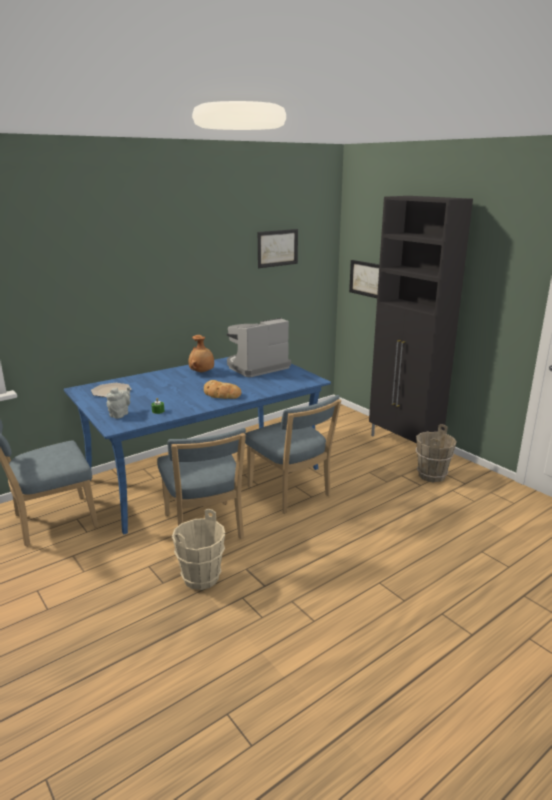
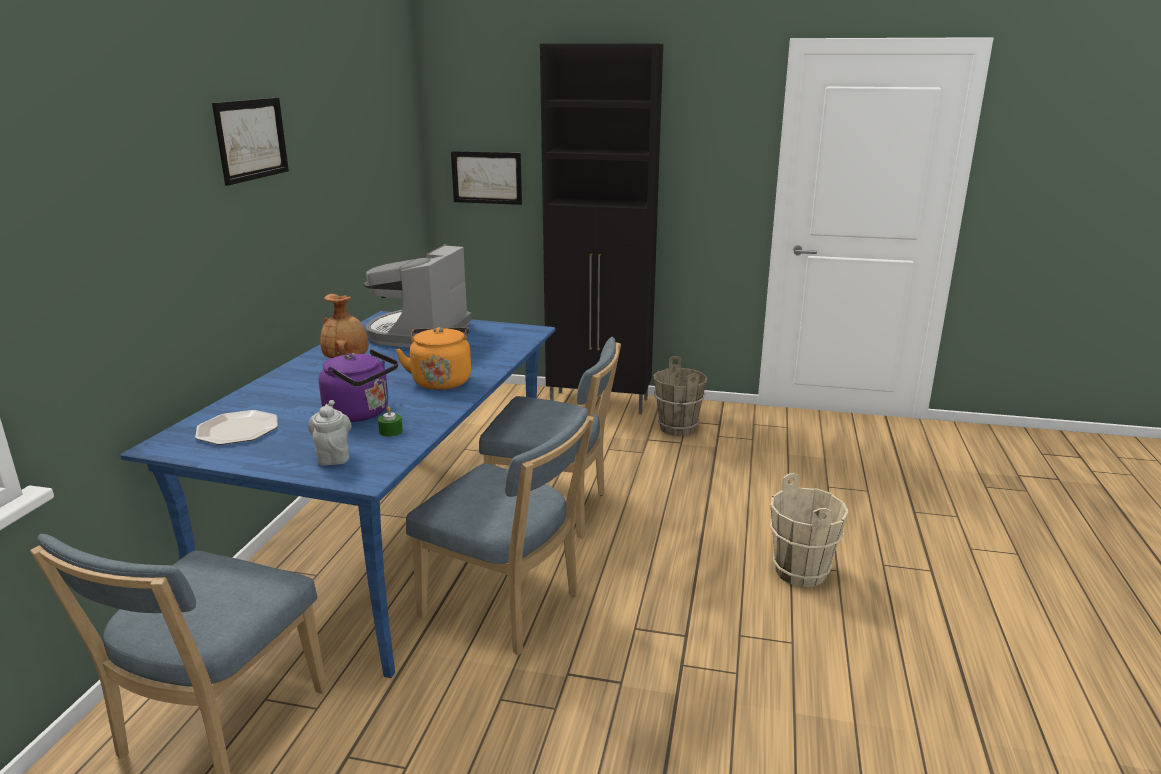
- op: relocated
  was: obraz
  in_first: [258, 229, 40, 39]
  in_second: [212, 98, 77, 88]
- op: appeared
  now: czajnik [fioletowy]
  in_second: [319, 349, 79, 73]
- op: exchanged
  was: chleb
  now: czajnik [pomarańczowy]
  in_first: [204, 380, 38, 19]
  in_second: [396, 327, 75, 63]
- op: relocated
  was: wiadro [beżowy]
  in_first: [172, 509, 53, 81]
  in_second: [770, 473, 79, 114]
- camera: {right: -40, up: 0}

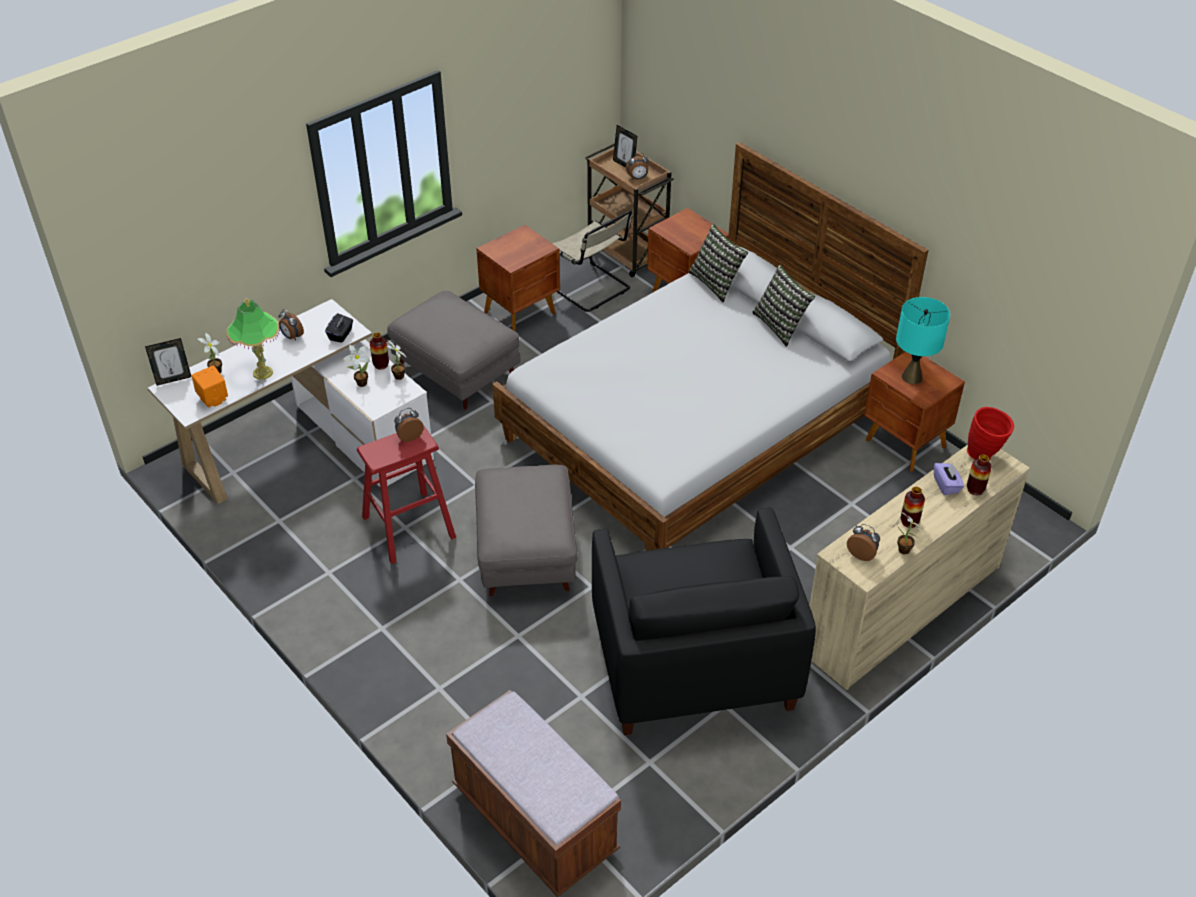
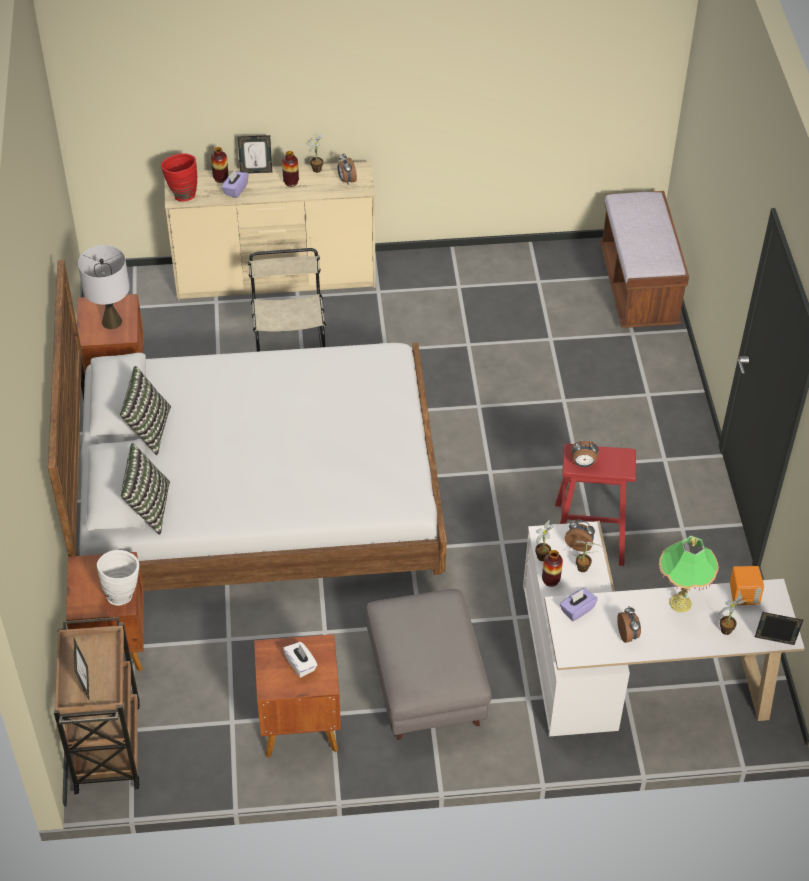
- op: colour
  was: lampa stołowa [turkusowy]
  now: lampa stołowa [szary]
  in_first: [896, 297, 54, 87]
  in_second: [78, 245, 52, 84]
- op: appeared
  now: wazon [biały]
  in_second: [97, 550, 42, 56]
- op: appeared
  now: ramka na zdjęcie
  in_second: [238, 135, 34, 38]
- op: relocated
  was: krzesło [beżowy]
  in_first: [552, 210, 81, 102]
  in_second: [248, 248, 78, 104]
- op: appeared
  now: pudełko chusteczek [biały]
  in_second: [283, 642, 34, 36]
- op: colour
  was: pudełko chusteczek [czarny]
  now: pudełko chusteczek [fioletowy]
  in_first: [325, 313, 28, 30]
  in_second: [560, 588, 38, 33]
- op: relocated
  was: budzik
  in_first: [626, 153, 23, 27]
  in_second: [565, 520, 30, 32]
- op: missing
  was: pufa [szary]
  in_first: [475, 465, 103, 131]
- op: missing
  was: fotel [czarny]
  in_first: [592, 508, 224, 227]
- camera: {right: -145, up: 5}

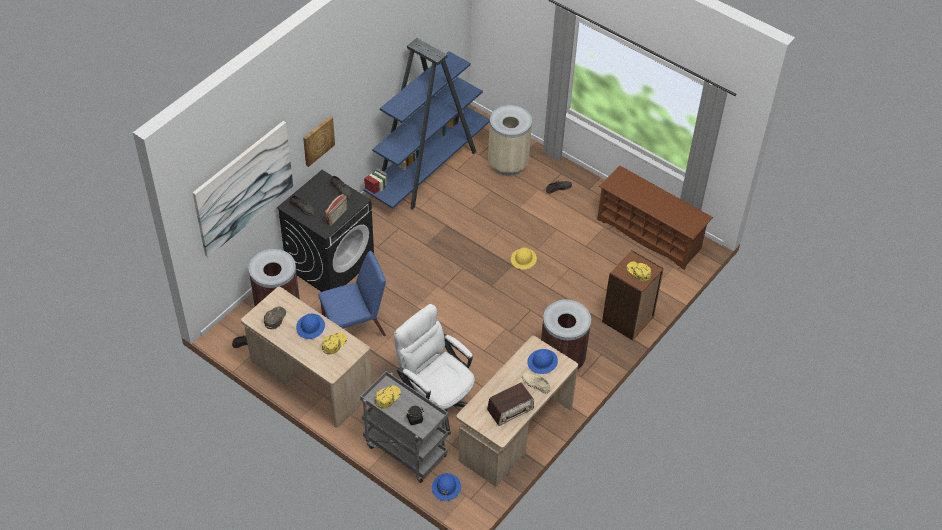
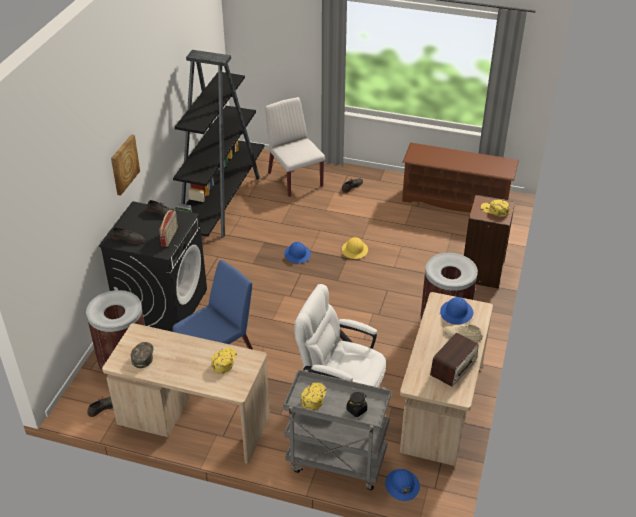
- op: colour
  was: regał [niebieski]
  now: regał [czarny]
  in_first: [363, 38, 127, 171]
  in_second: [173, 50, 91, 188]
- op: exchanged
  was: kosz na śmieci [beżowy]
  now: krzesło [biały]
  in_first: [488, 105, 44, 70]
  in_second: [265, 97, 60, 100]
- op: relocated
  was: kask [niebieski]
  in_first: [296, 314, 29, 25]
  in_second: [284, 242, 27, 22]
- op: missing
  was: obraz
  in_first: [193, 121, 100, 136]
- camera: {right: -20, up: -10}

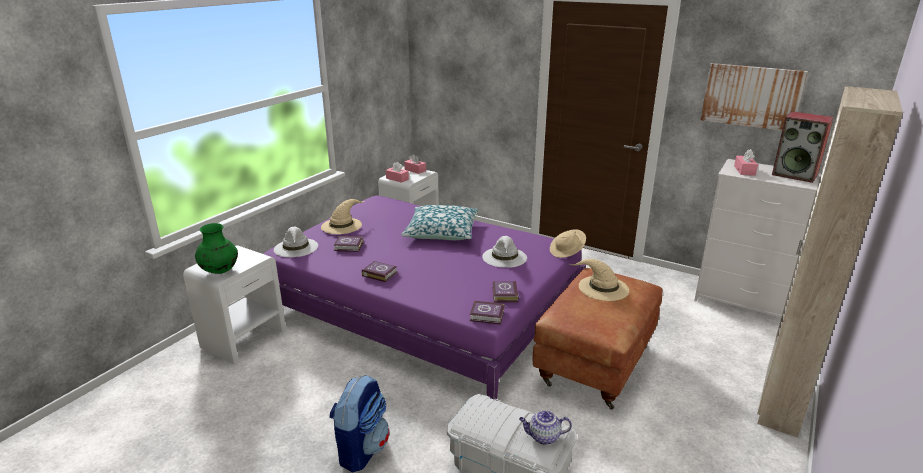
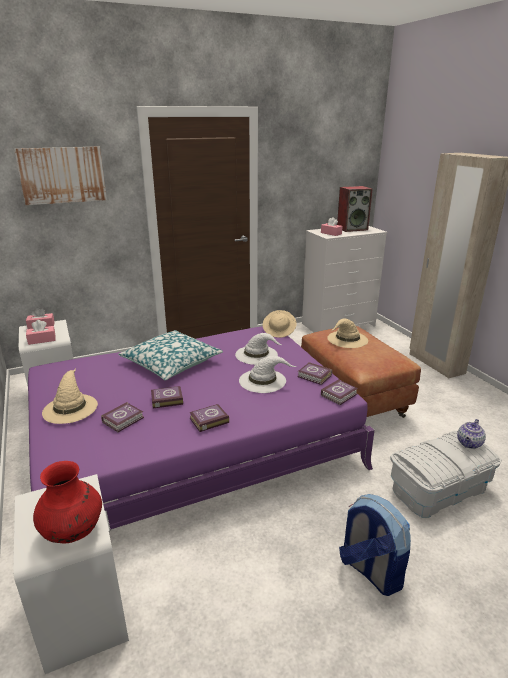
- op: relocated
  was: obraz
  in_first: [701, 63, 107, 68]
  in_second: [14, 146, 93, 59]
- op: colour
  was: wazon [zielony]
  now: wazon [czerwony]
  in_first: [195, 223, 43, 51]
  in_second: [33, 461, 69, 82]
- op: appeared
  now: książka
  in_second: [151, 386, 32, 22]
- op: relocated
  was: kapelusz [biały]
  in_first: [274, 227, 44, 30]
  in_second: [239, 356, 58, 37]
- camera: {right: -55, up: 0}

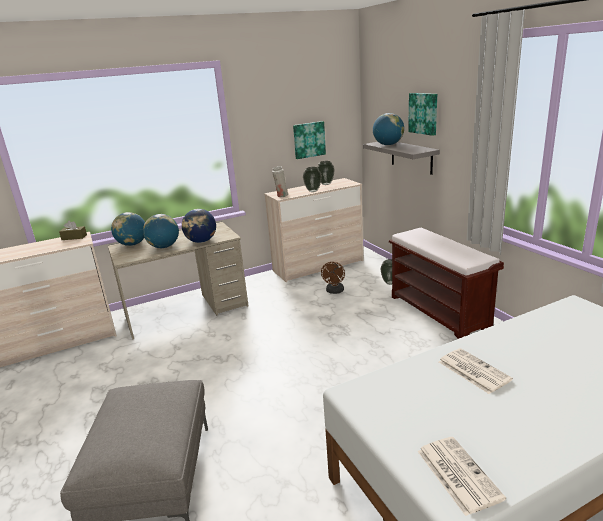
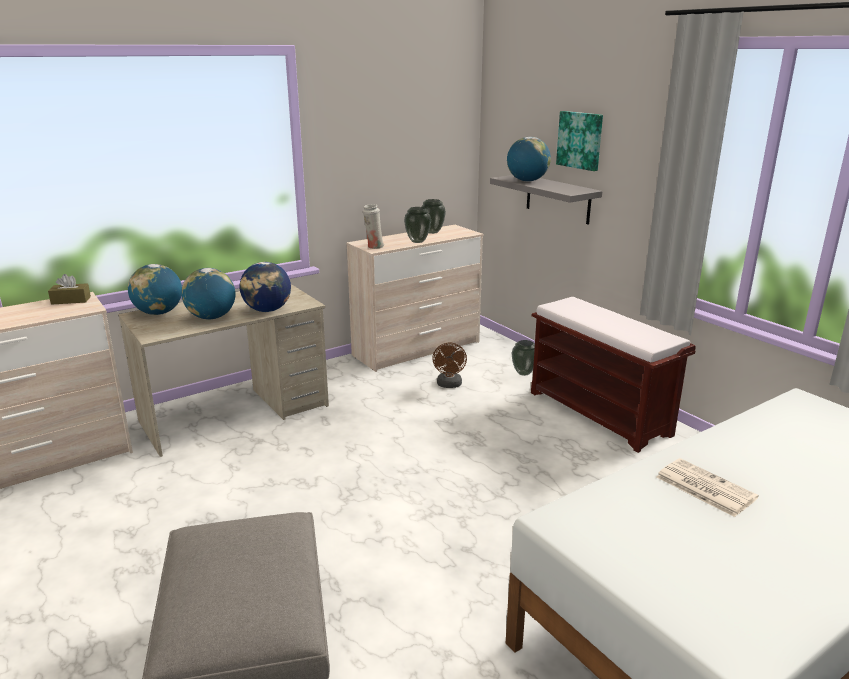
- op: missing
  was: obraz
  in_first: [293, 121, 33, 38]
- op: missing
  was: gazeta
  in_first: [417, 437, 89, 79]
- camera: {right: -10, up: 0}

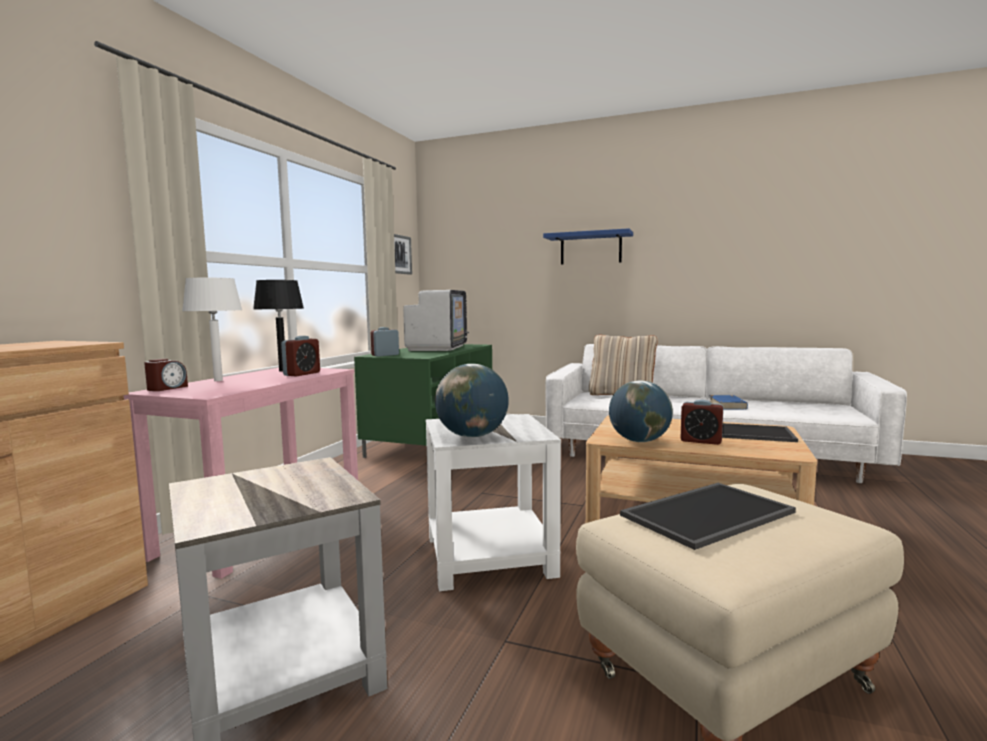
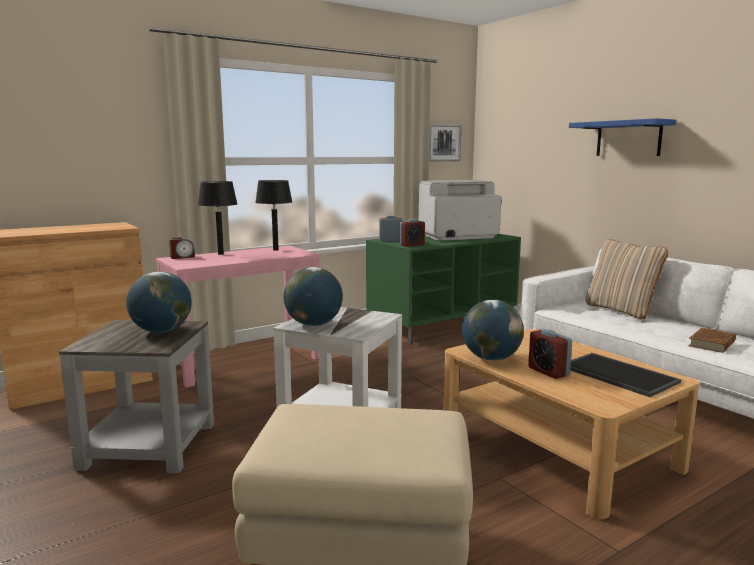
- op: appeared
  now: globus
  in_second: [126, 271, 66, 62]
- op: colour
  was: lampa stołowa [biały]
  now: lampa stołowa [czarny]
  in_first: [182, 278, 60, 103]
  in_second: [198, 181, 39, 74]
- op: relocated
  was: budzik
  in_first: [281, 336, 39, 40]
  in_second: [399, 219, 26, 28]
- op: spun
  was: telewizor
  in_first: [403, 290, 66, 61]
  in_second: [419, 180, 82, 61]
  clockwise: -150
- op: colour
  was: książka [niebieski]
  now: książka [brązowy]
  in_first: [709, 395, 39, 15]
  in_second: [689, 328, 47, 25]
- op: missing
  was: taca
  in_first: [620, 483, 176, 67]
- camera: {right: 35, up: 5}

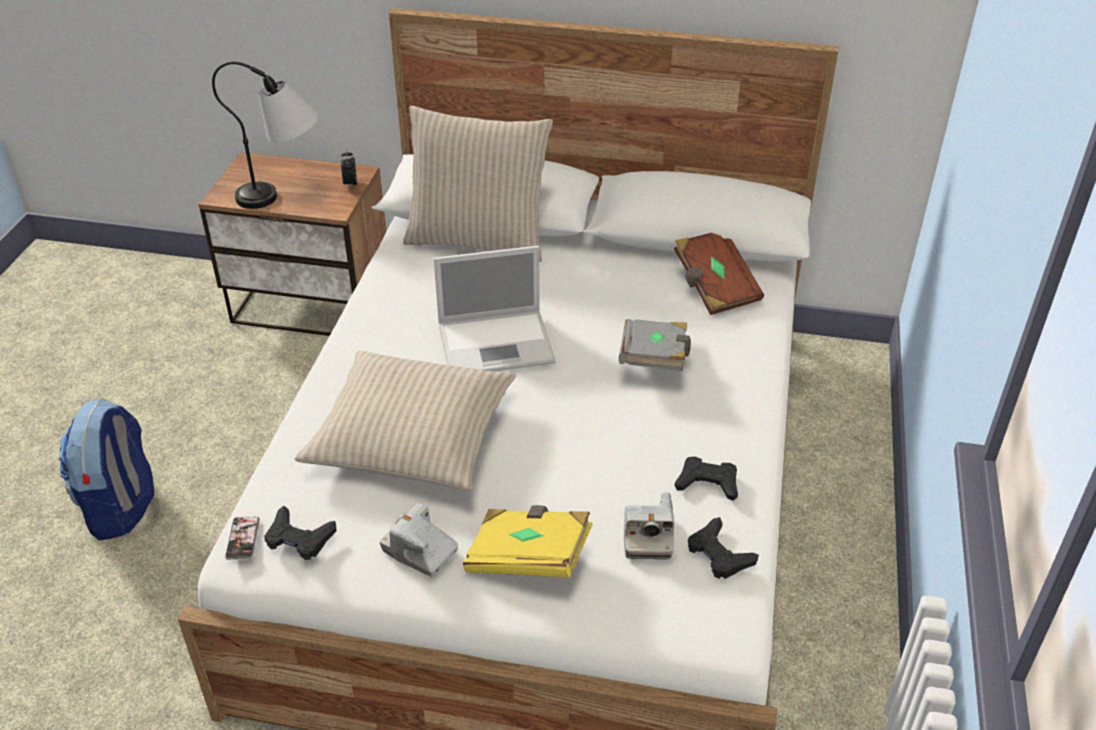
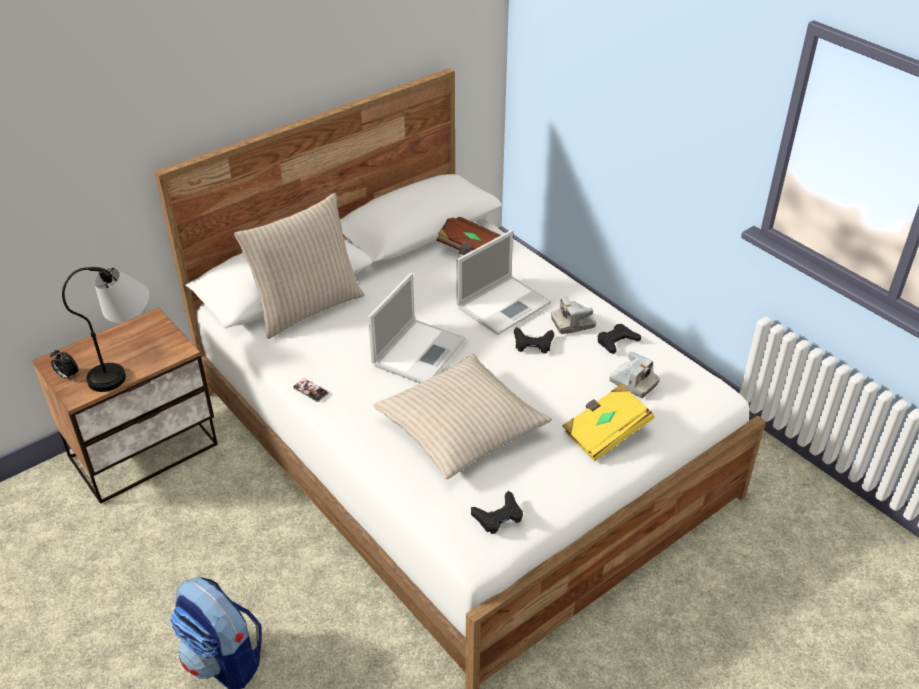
- op: relocated
  was: budzik
  in_first: [341, 149, 16, 41]
  in_second: [50, 349, 28, 30]
- op: relocated
  was: telefon
  in_first: [225, 516, 35, 44]
  in_second: [293, 378, 36, 24]
- op: exchanged
  was: książka [szary]
  now: laptop
  in_first: [619, 319, 72, 52]
  in_second: [457, 230, 94, 105]
- op: relocated
  was: pad do gier [czarny]
  in_first: [688, 517, 71, 62]
  in_second: [514, 327, 40, 27]
- op: relocated
  was: aparat fotograficzny
  in_first: [380, 503, 78, 73]
  in_second: [551, 297, 45, 37]
- camera: {right: -50, up: 0}

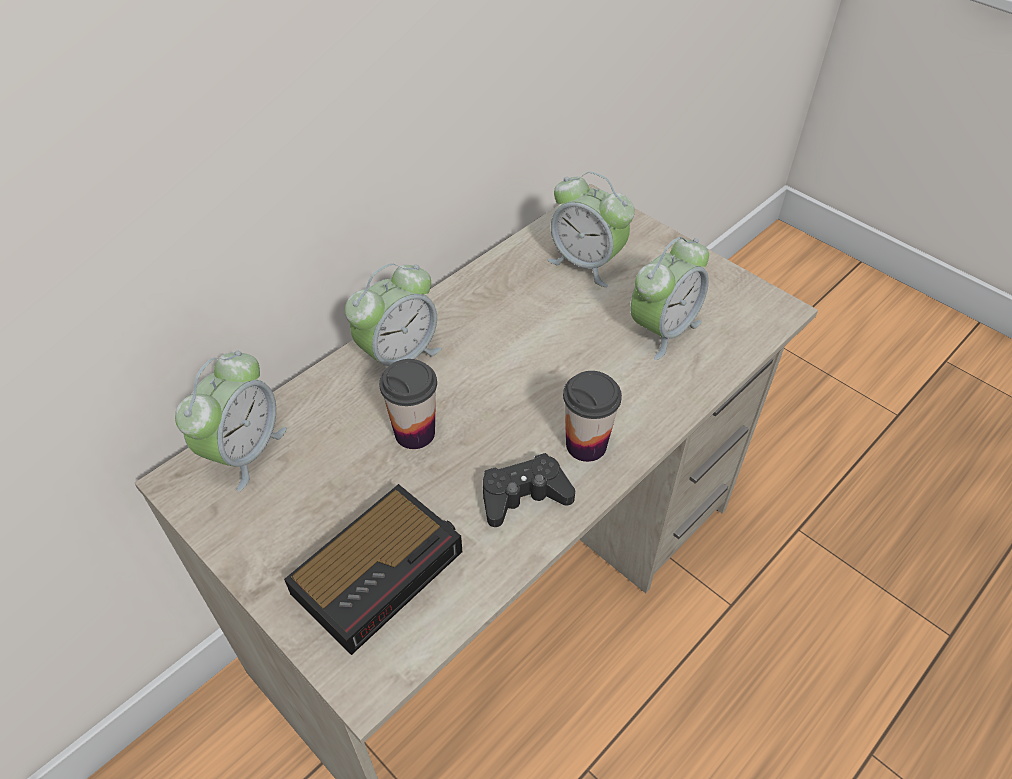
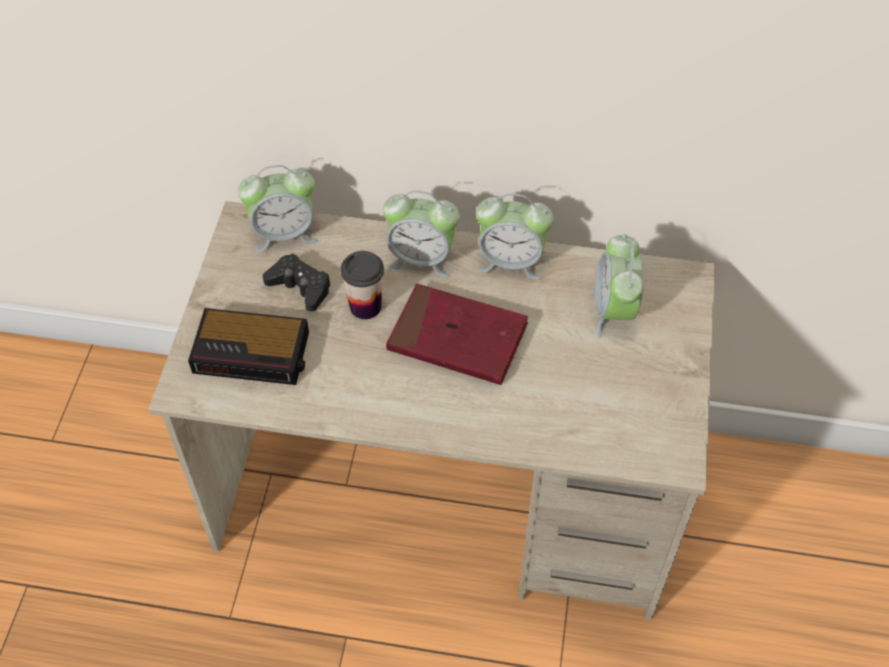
- op: relocated
  was: pad do gier [czarny]
  in_first: [483, 453, 92, 74]
  in_second: [263, 253, 68, 59]
- op: appeared
  now: książka [czerwony]
  in_second: [386, 284, 142, 101]
- op: relocated
  was: budzik
  in_first: [630, 237, 79, 123]
  in_second: [476, 193, 78, 86]
- op: missing
  was: filiżanka
  in_first: [563, 371, 59, 91]
- camera: {right: 55, up: 5}

